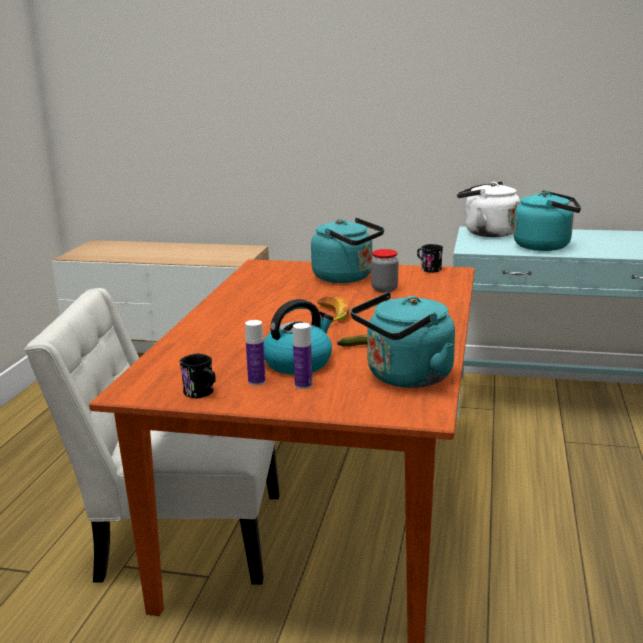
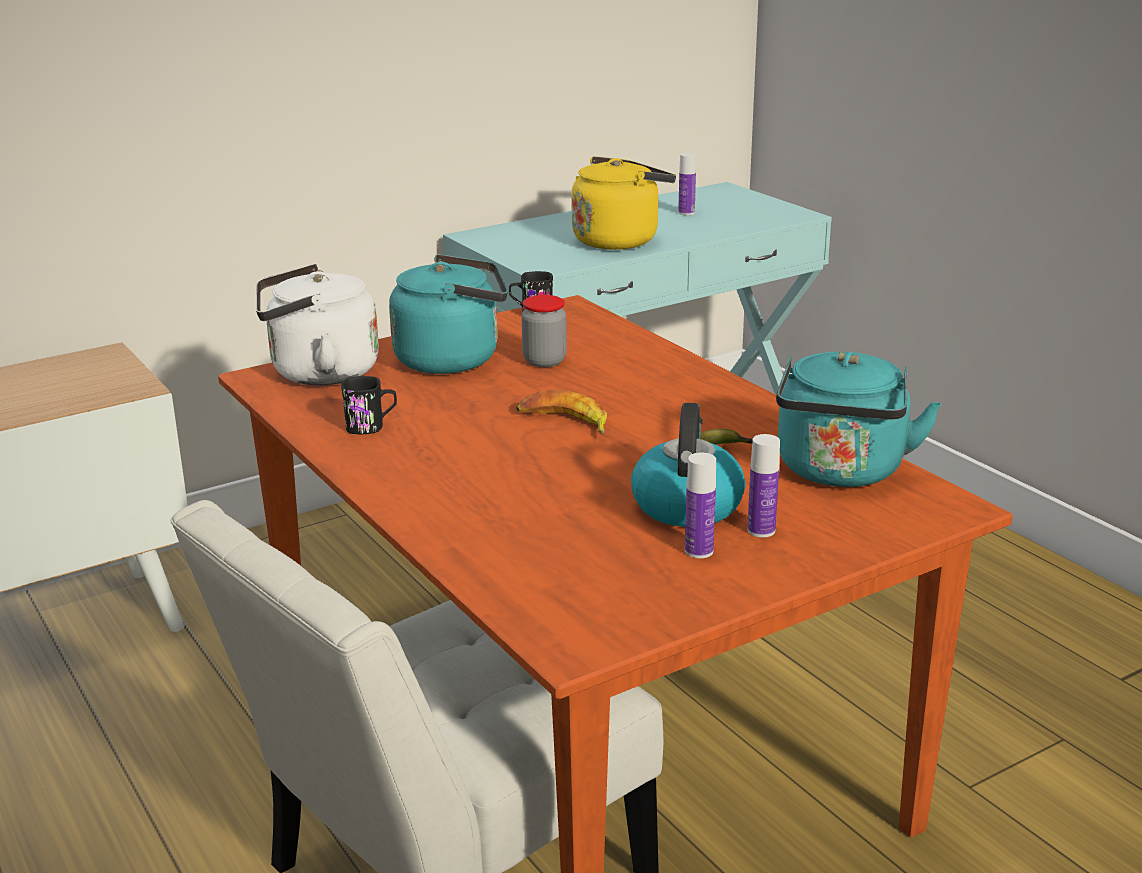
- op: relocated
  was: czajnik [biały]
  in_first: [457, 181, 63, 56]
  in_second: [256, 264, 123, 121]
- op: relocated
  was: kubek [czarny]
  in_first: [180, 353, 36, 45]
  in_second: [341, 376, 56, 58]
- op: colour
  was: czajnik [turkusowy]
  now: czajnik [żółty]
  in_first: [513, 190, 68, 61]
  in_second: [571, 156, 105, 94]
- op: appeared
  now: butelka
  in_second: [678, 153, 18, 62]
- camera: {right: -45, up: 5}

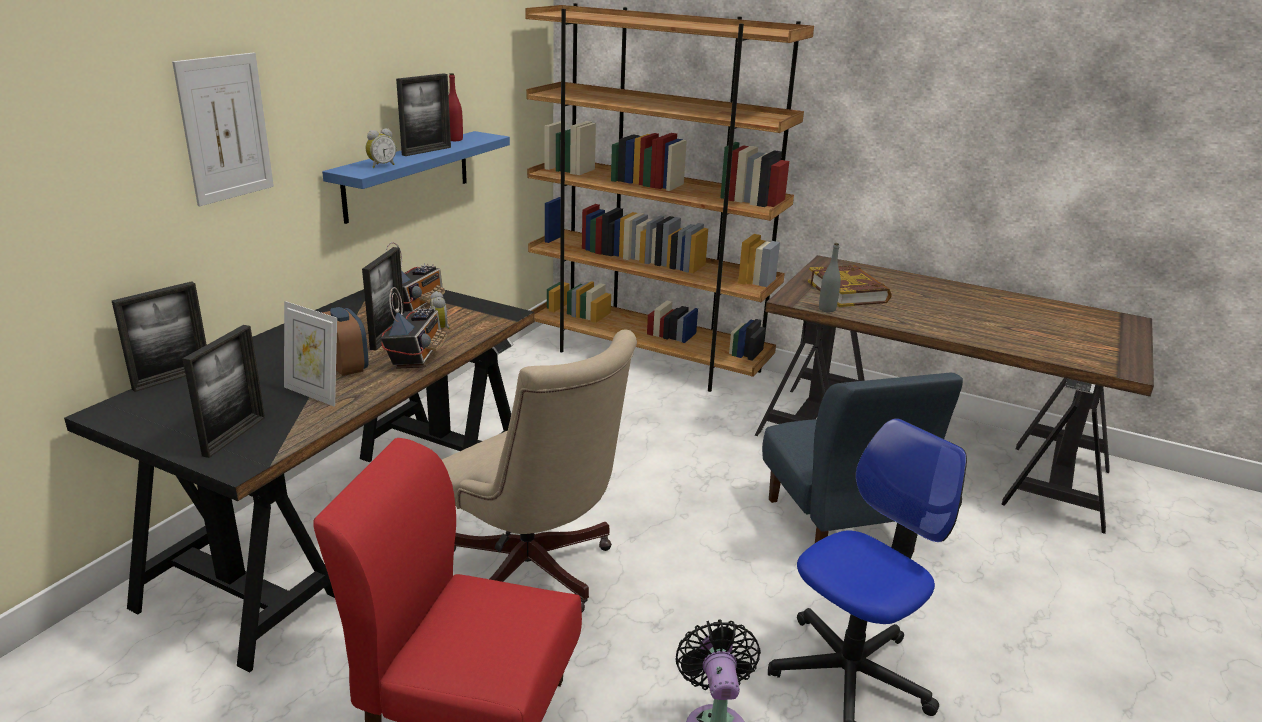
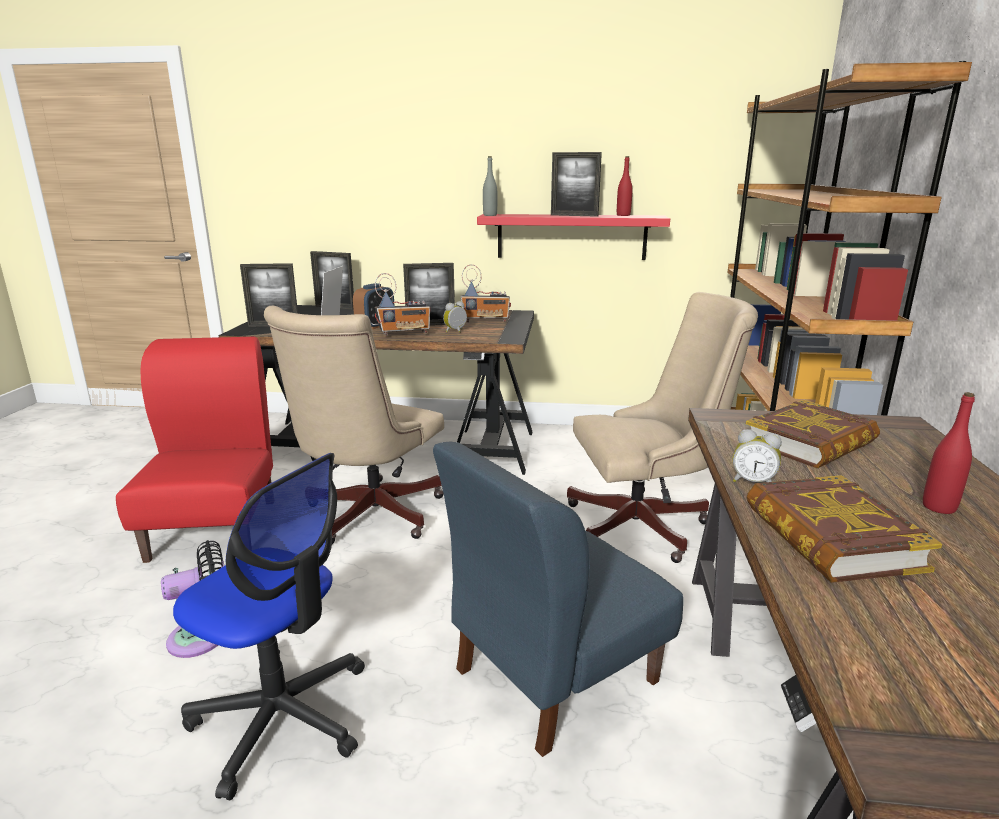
- op: colour
  was: półka [niebieski]
  now: półka [czerwony]
  in_first: [322, 131, 188, 93]
  in_second: [477, 214, 193, 46]
- op: relocated
  was: butelka [szary]
  in_first: [819, 243, 22, 69]
  in_second: [483, 156, 14, 60]
- op: appeared
  now: krzesło biurowe [beżowy]
  in_second: [567, 292, 191, 271]
- op: relocated
  was: budzik
  in_first: [366, 128, 30, 40]
  in_second: [733, 429, 49, 53]
- op: appeared
  now: książka
  in_second: [747, 475, 195, 108]
- op: appeared
  now: butelka [czerwony]
  in_second: [923, 392, 52, 122]
- op: missing
  was: obraz
  in_first: [172, 53, 102, 153]
- camera: {right: 70, up: -5}

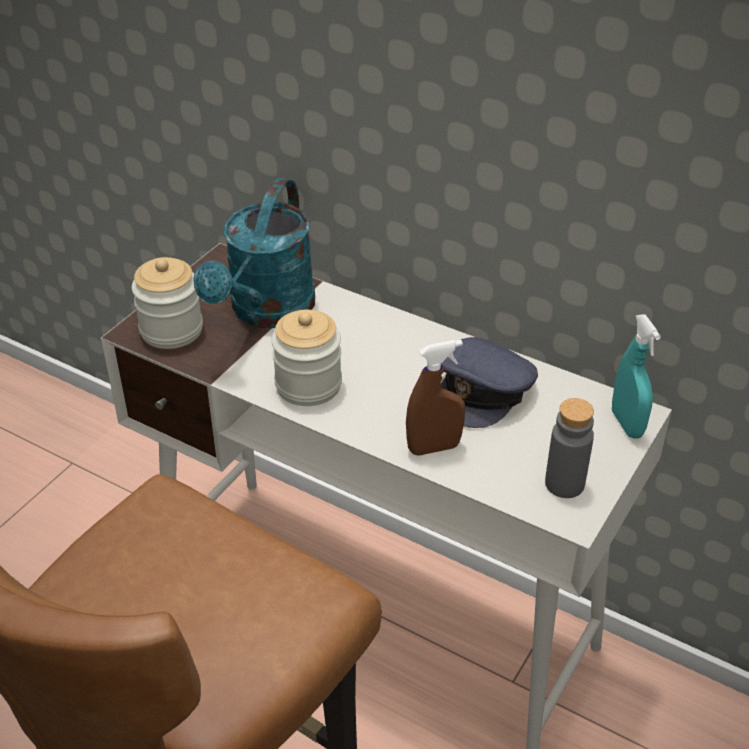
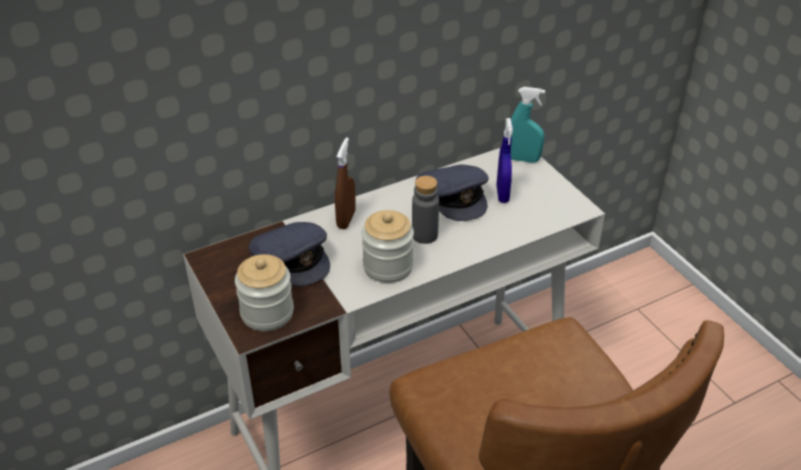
- op: exchanged
  was: konewka [turkusowy]
  now: czapka z daszkiem [szary]
  in_first: [193, 178, 122, 150]
  in_second: [249, 222, 81, 64]
- op: relocated
  was: spryskiwacz [brązowy]
  in_first: [406, 340, 59, 116]
  in_second: [335, 137, 21, 92]
- op: relocated
  was: butelka [szary]
  in_first: [545, 398, 49, 100]
  in_second: [412, 176, 27, 68]
- op: appeared
  now: spryskiwacz [niebieski]
  in_second: [497, 118, 16, 85]
- camera: {right: -60, up: 0}

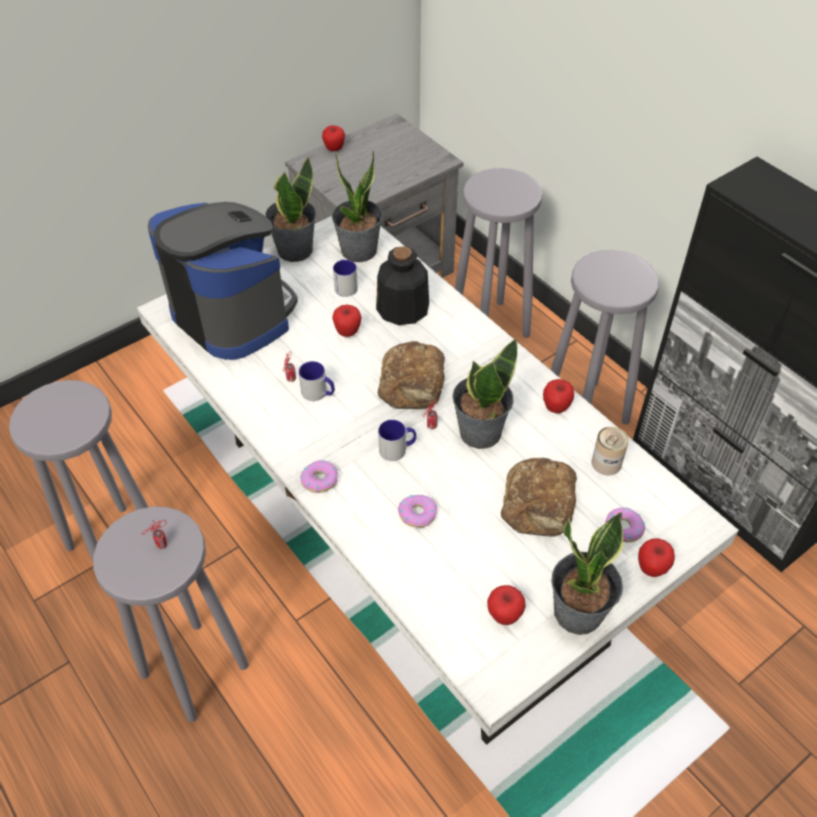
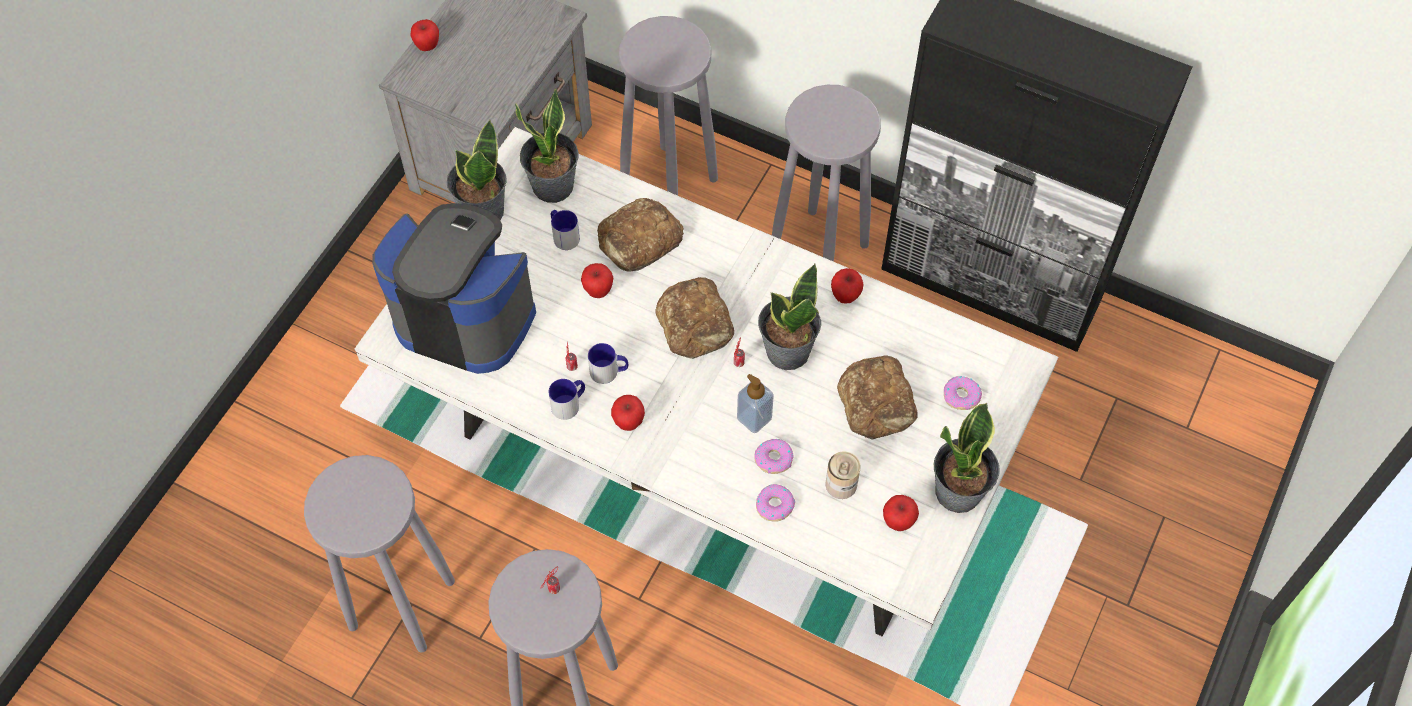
- op: relocated
  was: kubek
  in_first: [378, 420, 38, 41]
  in_second: [548, 379, 37, 41]
- op: exchanged
  was: butelka
  now: chleb
  in_first: [376, 246, 53, 79]
  in_second: [597, 198, 87, 74]
- op: relocated
  was: jabłko
  in_first: [638, 538, 37, 39]
  in_second: [611, 395, 34, 36]
- op: appeared
  now: dozownik mydła
  in_second: [737, 374, 37, 59]
- op: relocated
  was: donut
  in_first: [300, 460, 38, 33]
  in_second: [756, 484, 39, 38]
- op: relocated
  was: puszka
  in_first: [592, 427, 37, 48]
  in_second: [825, 451, 36, 48]
- camera: {right: -25, up: 10}

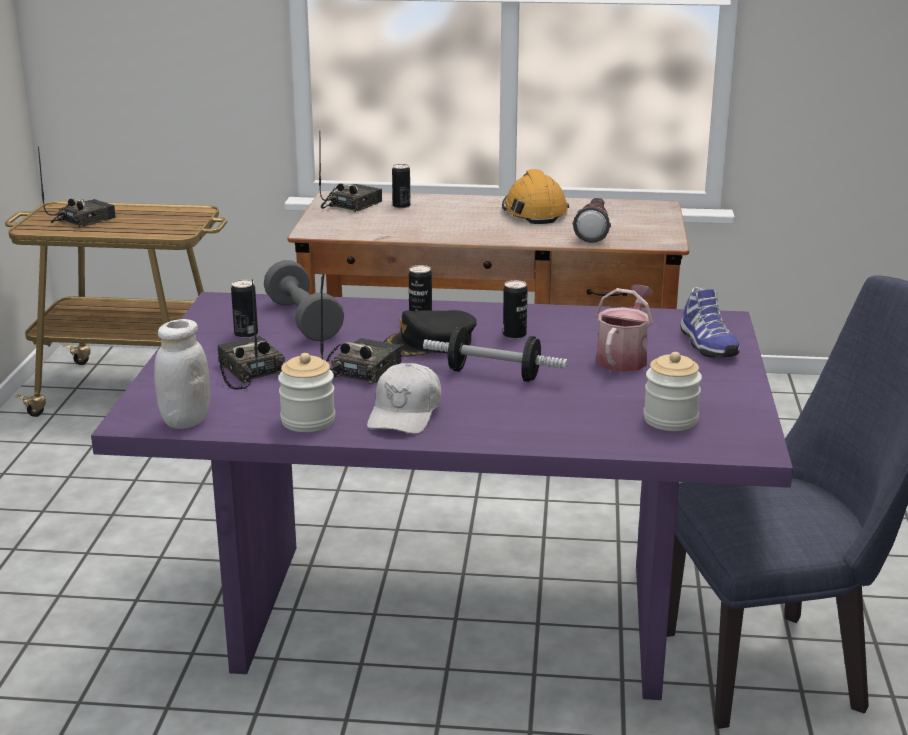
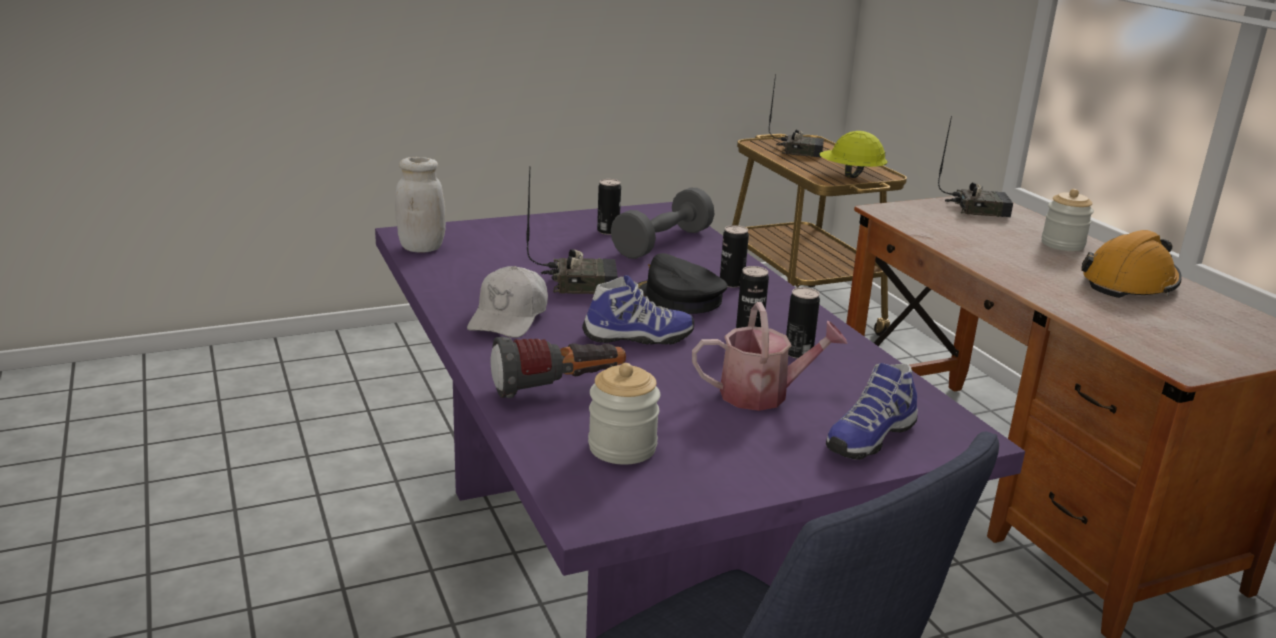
- op: spun
  was: czapka z daszkiem [biały]
  in_first: [367, 363, 75, 71]
  in_second: [467, 266, 81, 72]
  clockwise: -60
- op: relocated
  was: latarka
  in_first: [573, 198, 38, 45]
  in_second: [490, 337, 136, 61]
- op: exchanged
  was: hantel
  now: but
  in_first: [423, 326, 145, 56]
  in_second: [582, 275, 112, 70]
- op: relocated
  was: puszka
  in_first: [392, 164, 19, 44]
  in_second: [786, 287, 34, 72]
- op: appeared
  now: kask [żółty]
  in_second: [820, 131, 68, 47]
- op: relocated
  was: słoik
  in_first: [278, 353, 57, 79]
  in_second: [1041, 189, 53, 62]
- op: missing
  was: radio
  in_first: [217, 279, 68, 111]
- camera: {right: 60, up: 0}

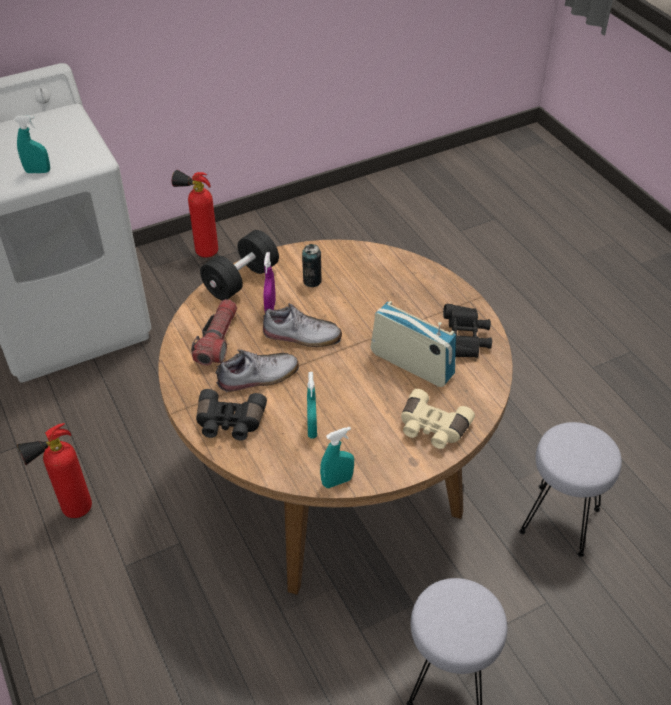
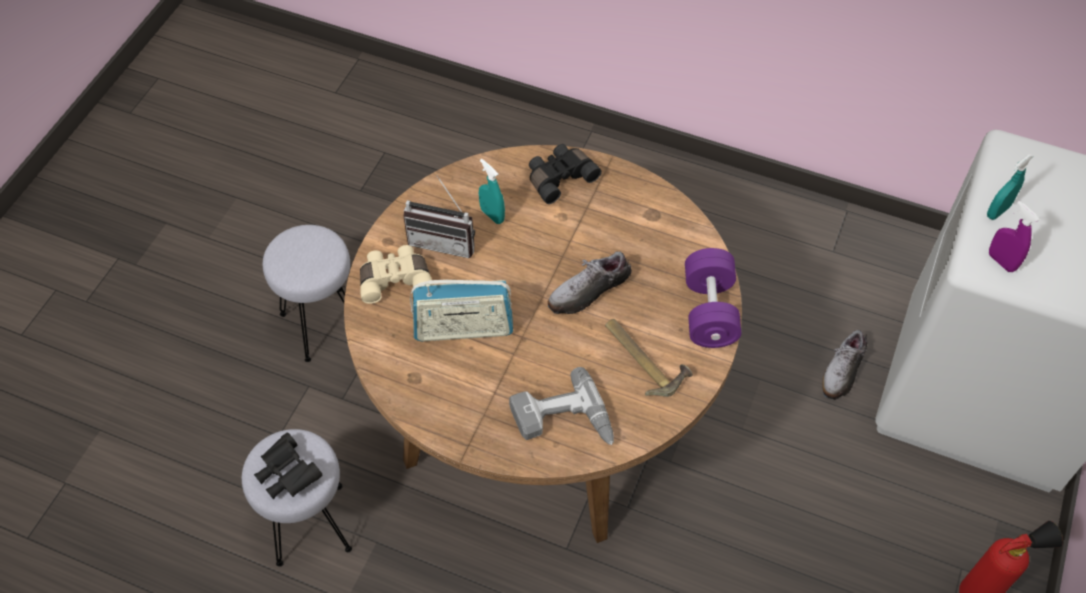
- op: relocated
  was: lornetka [czarny]
  in_first: [443, 304, 49, 54]
  in_second: [254, 433, 69, 66]
- op: appeared
  now: radio
  in_second: [403, 175, 72, 83]
- op: appeared
  now: wiertarka
  in_second: [509, 367, 105, 78]
- op: exchanged
  was: puszka
  now: młotek
  in_first: [302, 244, 20, 43]
  in_second: [605, 319, 88, 78]
- op: colour
  was: hantel [czarny]
  now: hantel [fioletowy]
  in_first: [200, 230, 79, 70]
  in_second: [685, 248, 56, 100]
- op: relocated
  was: but
  in_first: [216, 349, 83, 43]
  in_second: [822, 330, 49, 70]
- op: relocated
  was: spryskiwacz [fioletowy]
  in_first: [264, 252, 12, 59]
  in_second: [989, 201, 50, 71]
- op: missing
  was: gaśnica
  in_first: [17, 423, 75, 95]
- op: missing
  was: latarka
  in_first: [191, 299, 46, 66]
- op: missing
  was: spryskiwacz [turkusowy]
  in_first: [320, 427, 34, 61]
- camera: {right: 140, up: 10}

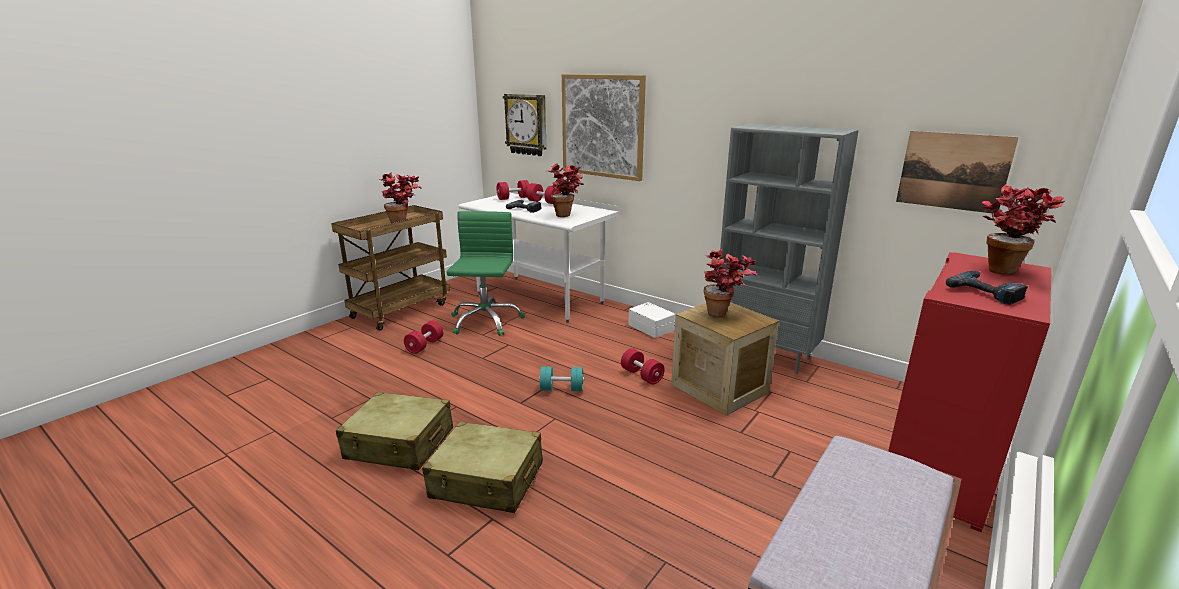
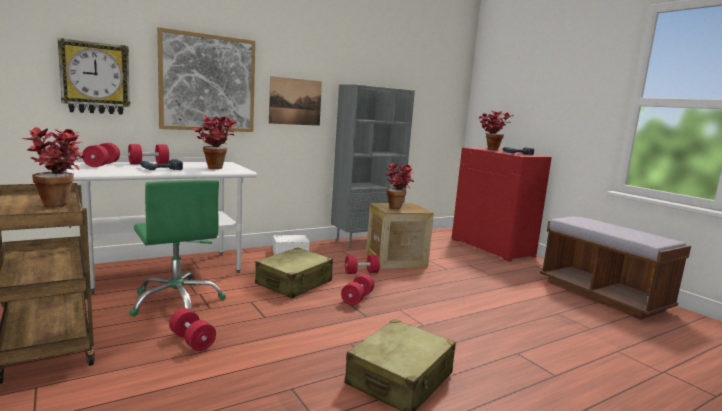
- op: spun
  was: krzesło biurowe [zielony]
  in_first: [446, 211, 79, 125]
  in_second: [129, 180, 97, 137]
  clockwise: -150
- op: relocated
  was: walizka [beżowy]
  in_first: [422, 422, 121, 91]
  in_second: [255, 247, 78, 51]
- op: relocated
  was: obraz
  in_first: [896, 131, 123, 83]
  in_second: [269, 76, 53, 50]
- op: colour
  was: hantel [turkusowy]
  now: hantel [czerwony]
  in_first: [539, 367, 45, 24]
  in_second: [341, 274, 33, 32]
- camera: {right: -70, up: -10}

